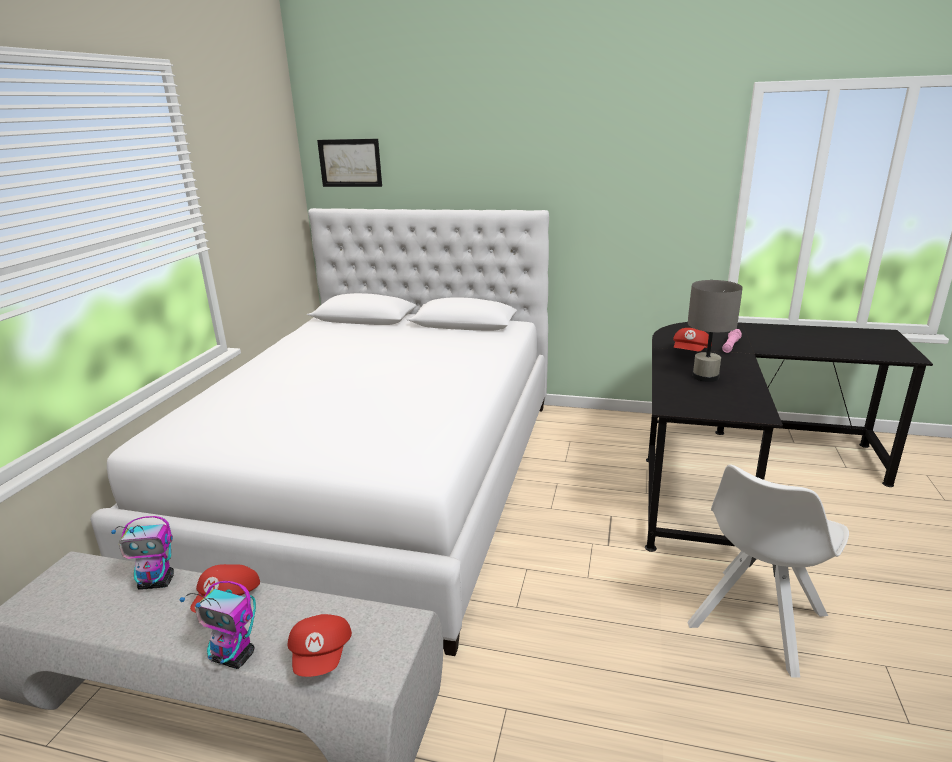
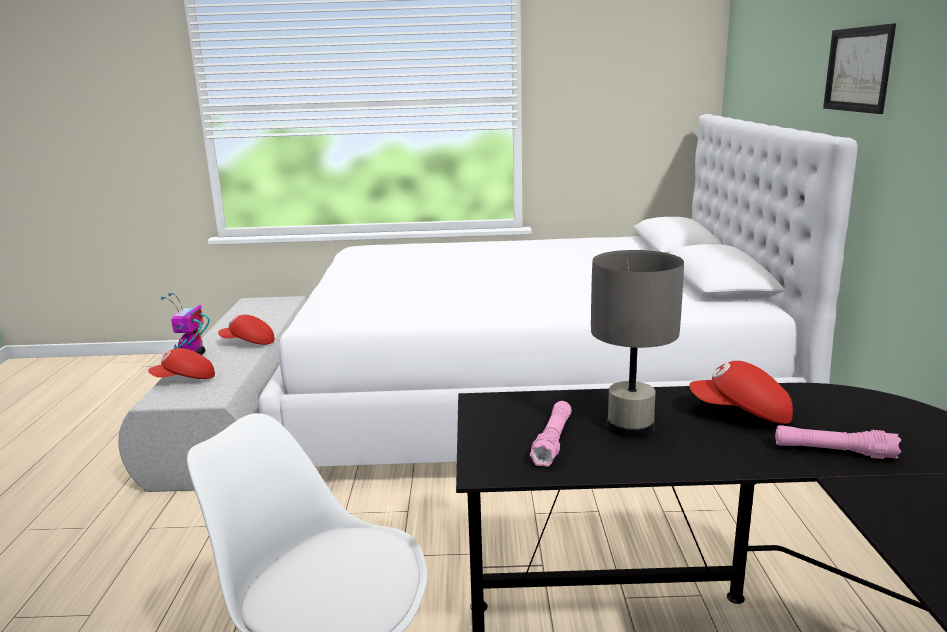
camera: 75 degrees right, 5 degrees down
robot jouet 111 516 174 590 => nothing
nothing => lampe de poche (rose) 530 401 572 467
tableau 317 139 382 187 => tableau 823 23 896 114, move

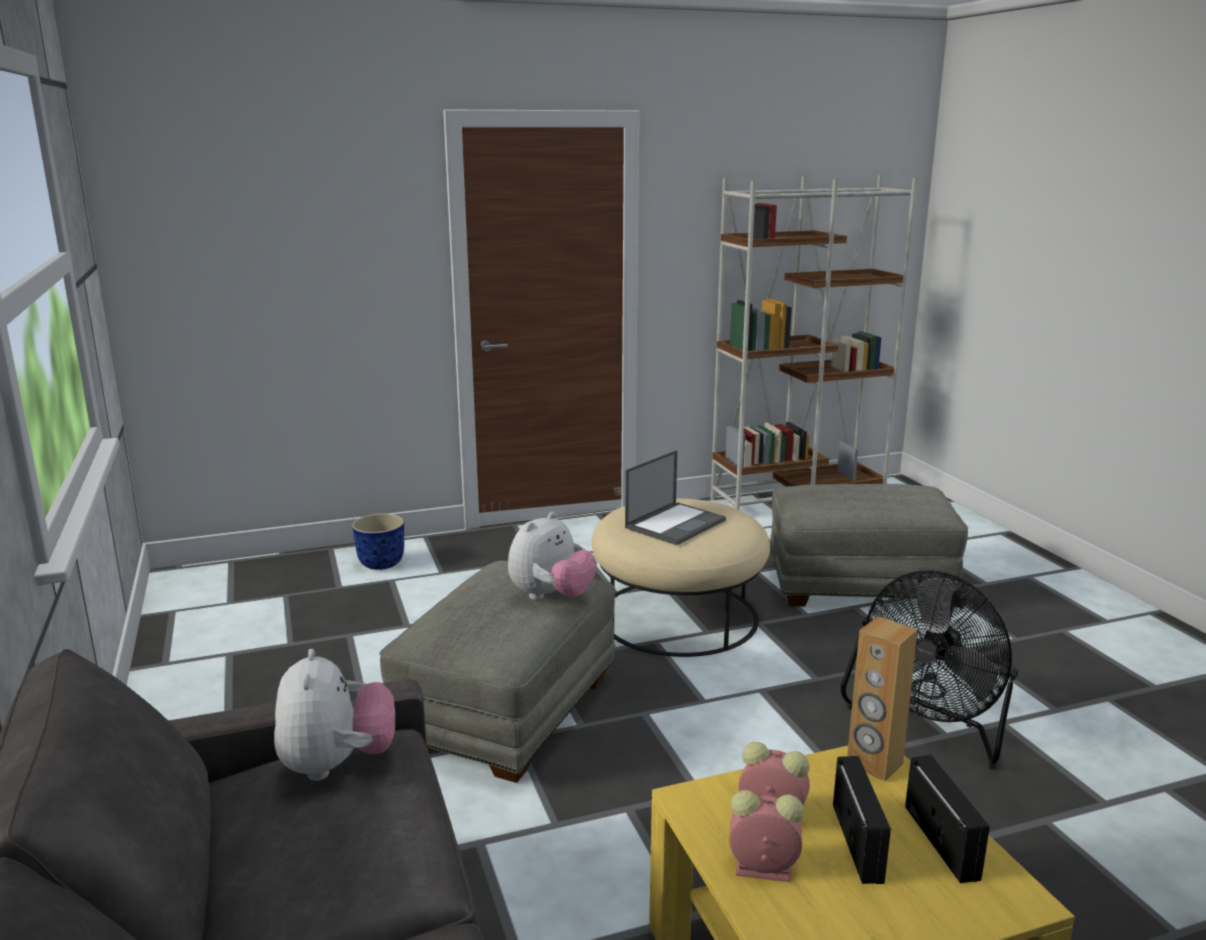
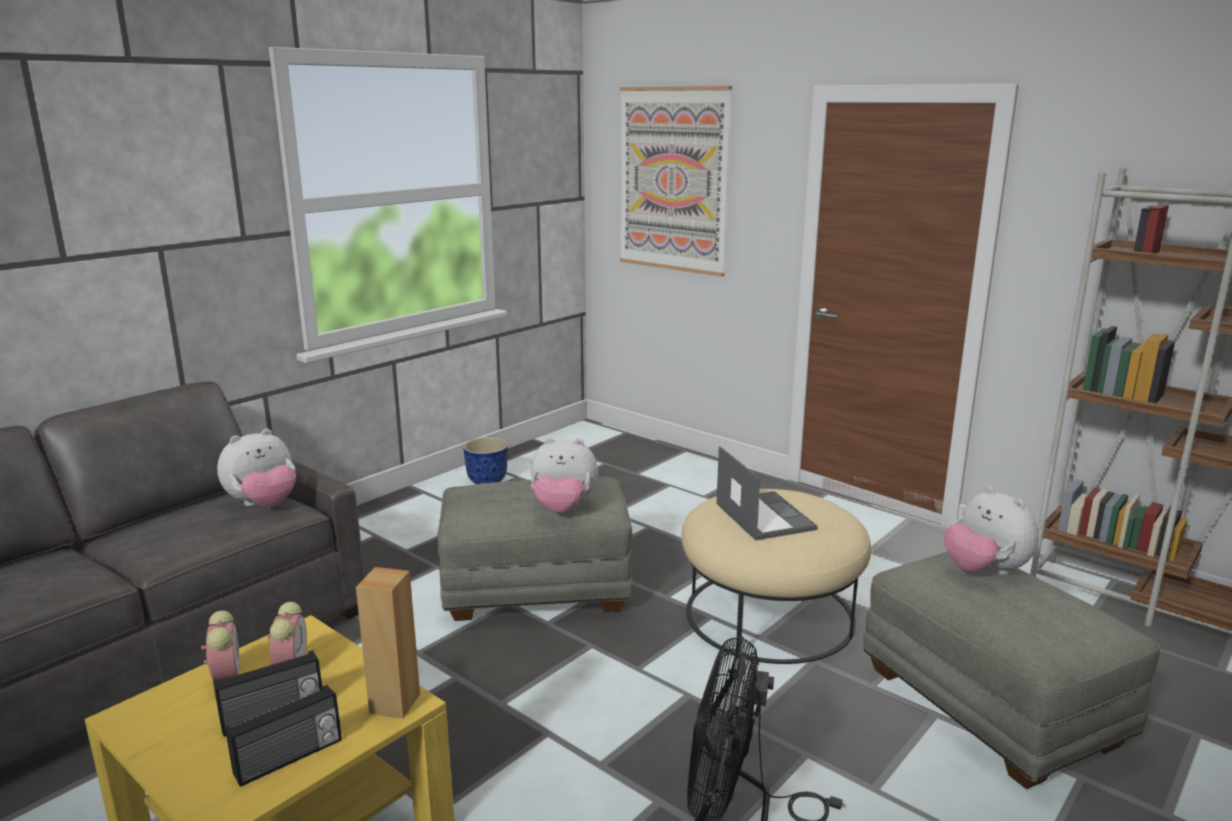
camera: 60 degrees right, 0 degrees up
nothing => tableau 620 86 732 277
nothing => peluche 944 487 1039 575
cache-pot 352 513 404 570 => cache-pot 463 437 508 484, move
ordinateur portable 625 450 726 545 => ordinateur portable 716 446 818 540, 120 degrees counterclockwise

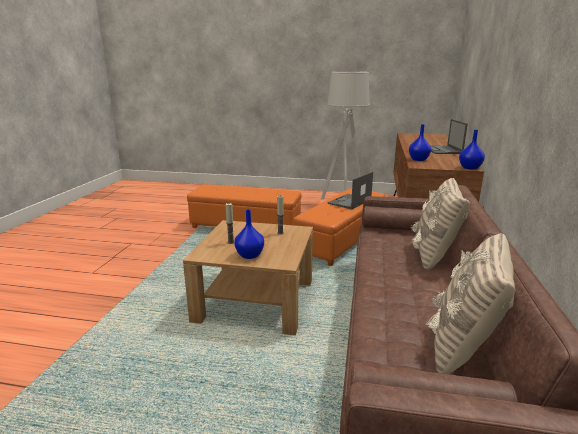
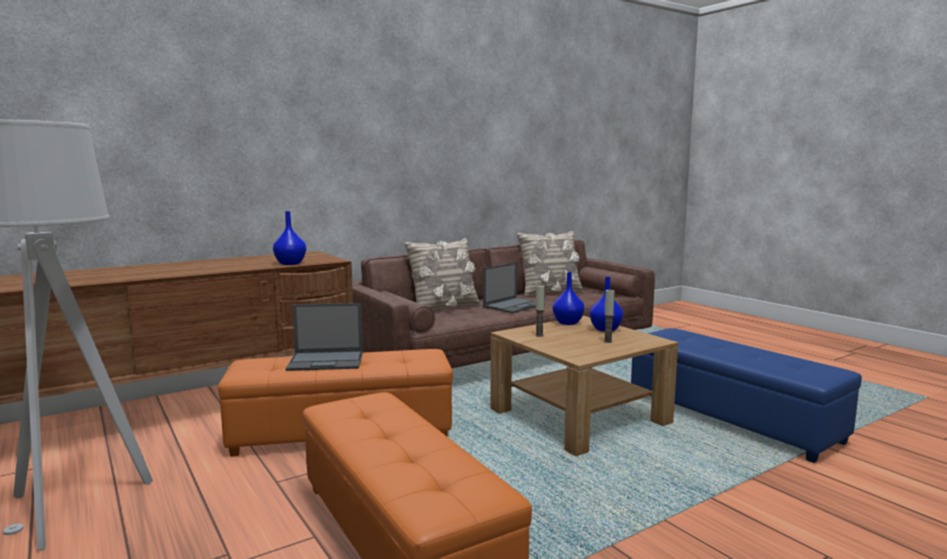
camera: 135 degrees left, 10 degrees down
nothing => pouf (bleu) 631 328 862 463
ordinateur portable 431 119 468 154 => ordinateur portable 483 262 545 313, move
vase (bleu) 459 130 485 170 => vase (bleu) 553 272 584 325, move

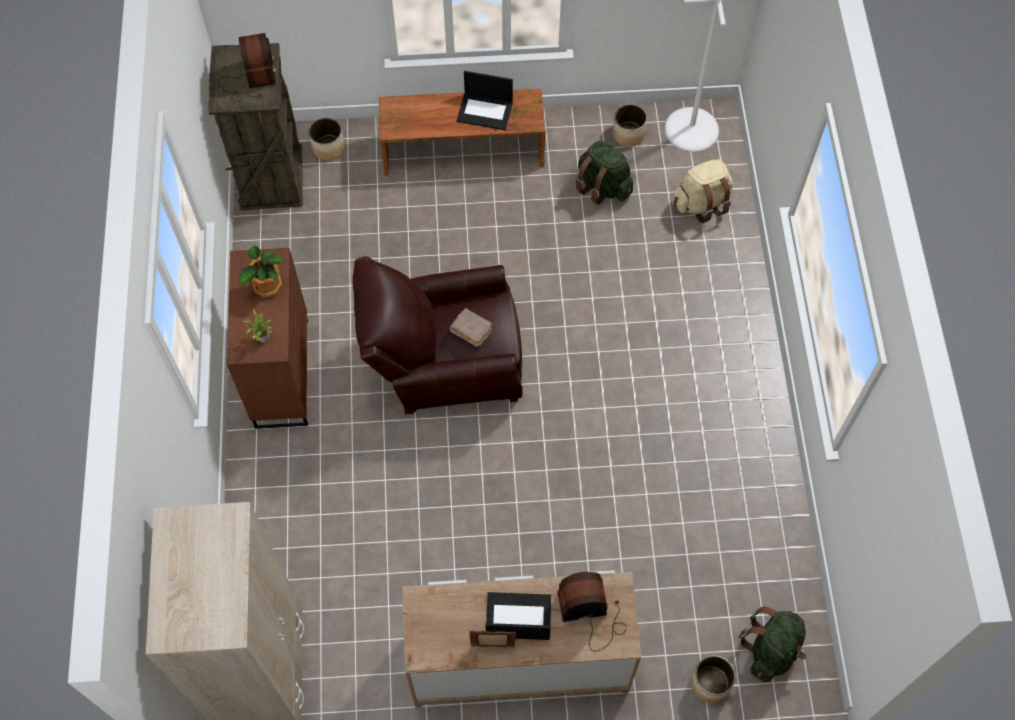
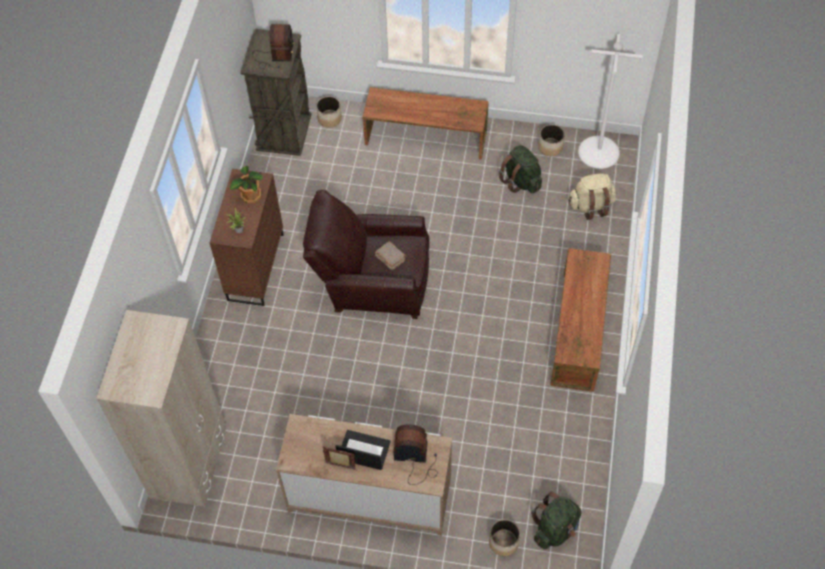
camera: 15 degrees right, 5 degrees down
ordinateur portable 457 71 513 130 => nothing
nothing => banc (marron) 550 248 611 392

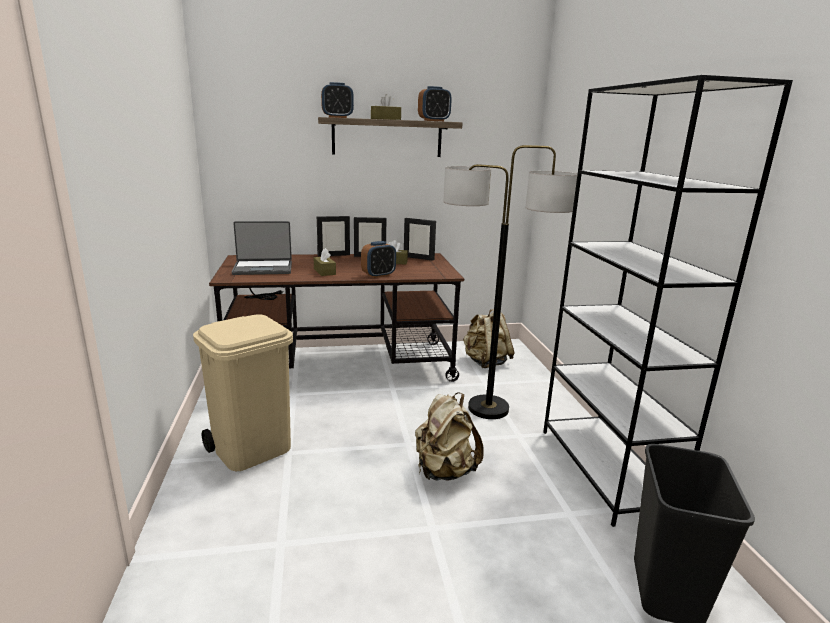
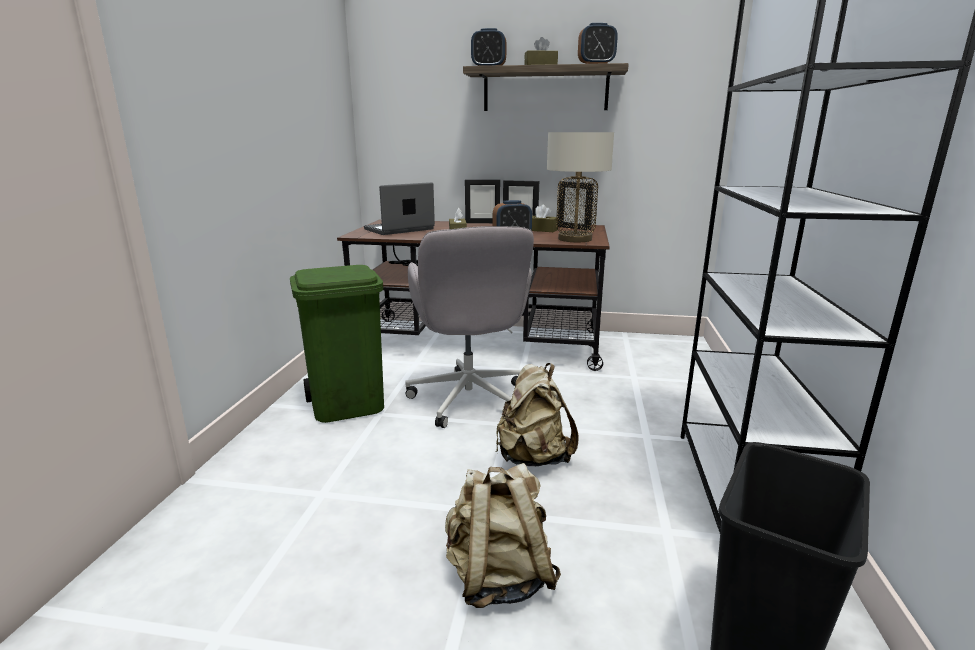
camera: 20 degrees right, 0 degrees up
lampadaire 443 145 577 419 => nothing
nothing => chaise de bureau (gris) 405 226 534 428
nothing => lampe de table 547 132 614 242
sac à dos (beige) 463 309 514 368 => sac à dos (beige) 445 463 561 608, move
poubelle (beige) 193 314 293 471 => poubelle (vert) 290 265 384 423
ordinateur portable 232 221 292 275 => ordinateur portable 364 182 435 235, 135 degrees clockwise

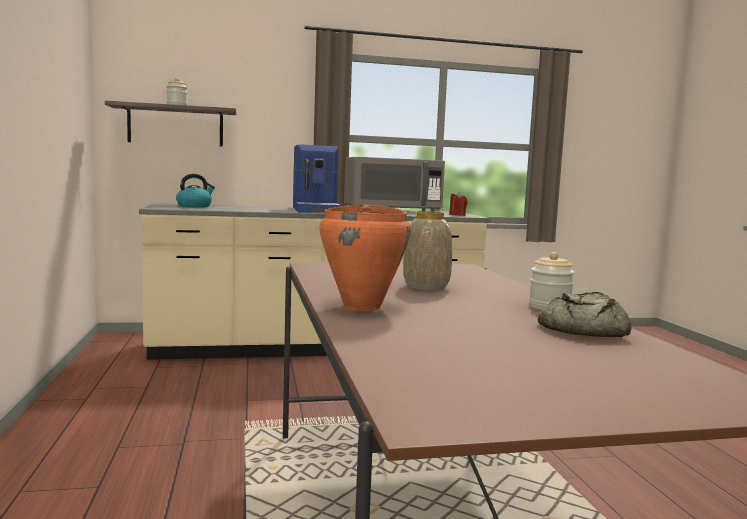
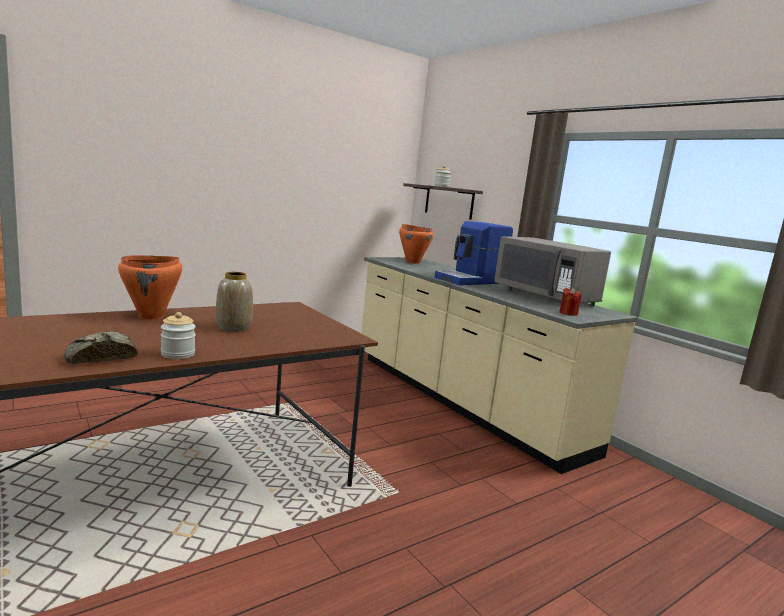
camera: 65 degrees right, 5 degrees up
bouilloire 176 174 215 208 => marmite (orange) 399 224 434 264

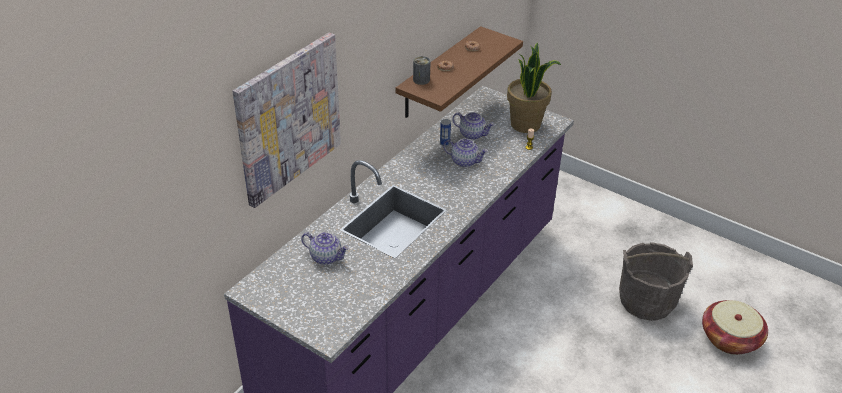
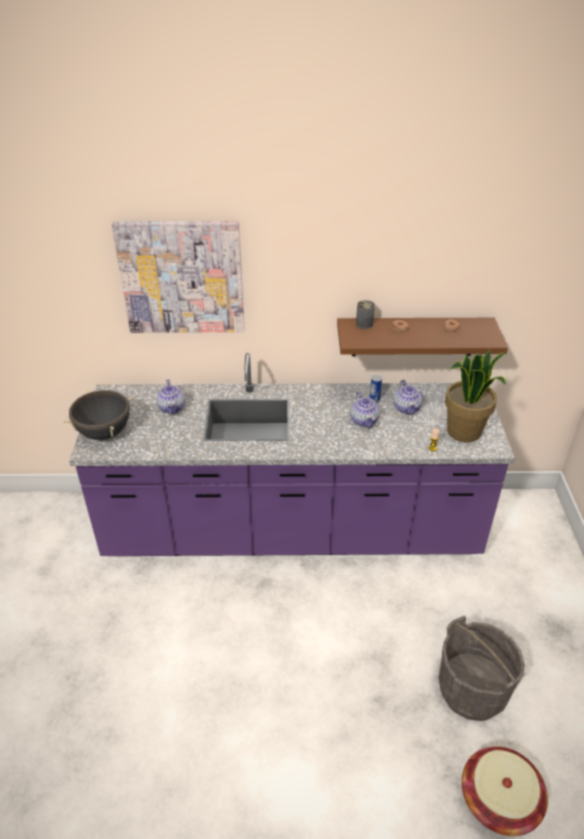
camera: 55 degrees right, 0 degrees up
nothing => marmite (noir) 63 390 134 440

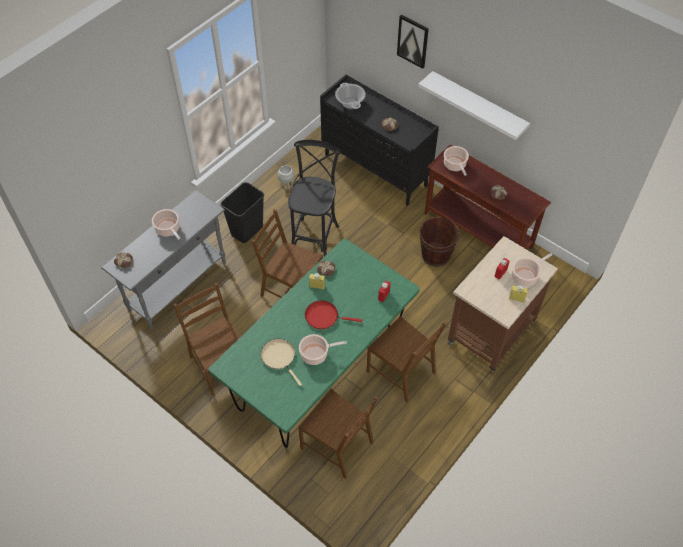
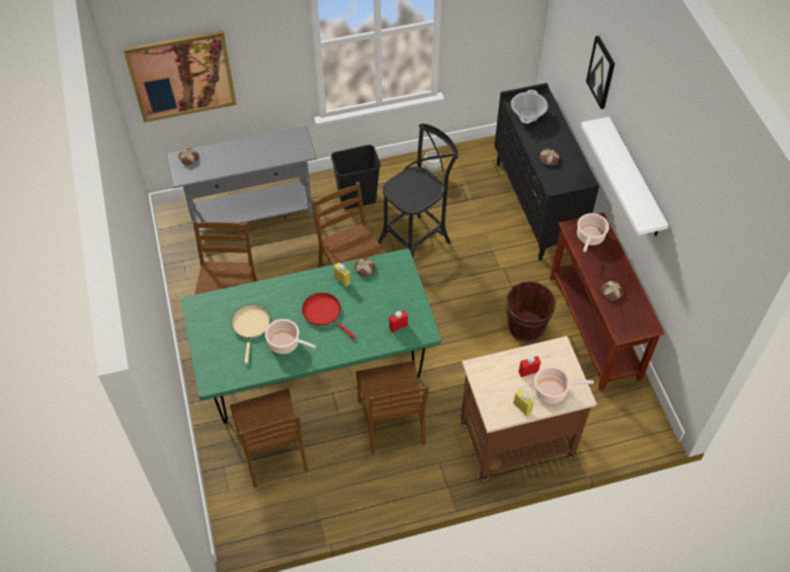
camera: 35 degrees right, 0 degrees up
marmite 152 209 181 240 => nothing
nothing => tableau 123 30 237 122

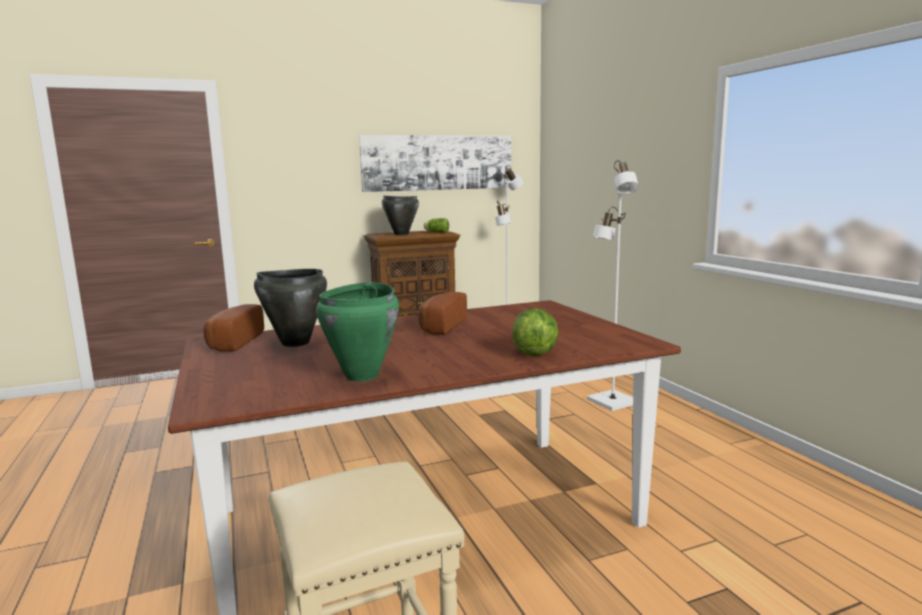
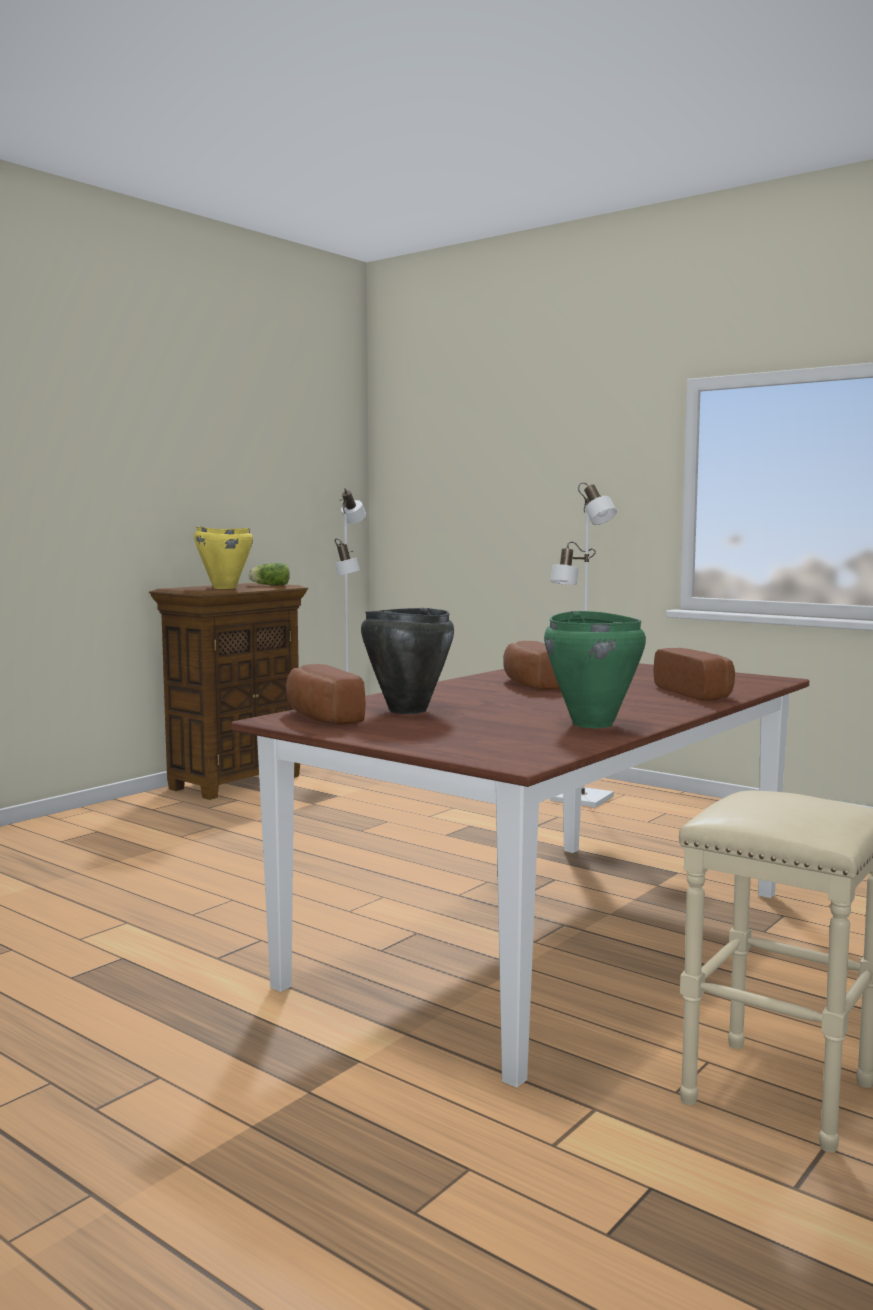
camera: 30 degrees left, 5 degrees down
tableau 359 135 511 192 => nothing
laitue 512 308 558 356 => pain 653 648 735 701
marmite (noir) 382 195 419 235 => marmite (jaune) 194 526 253 589

